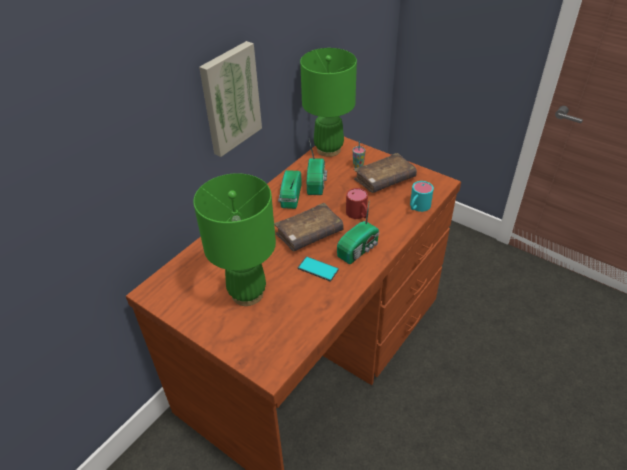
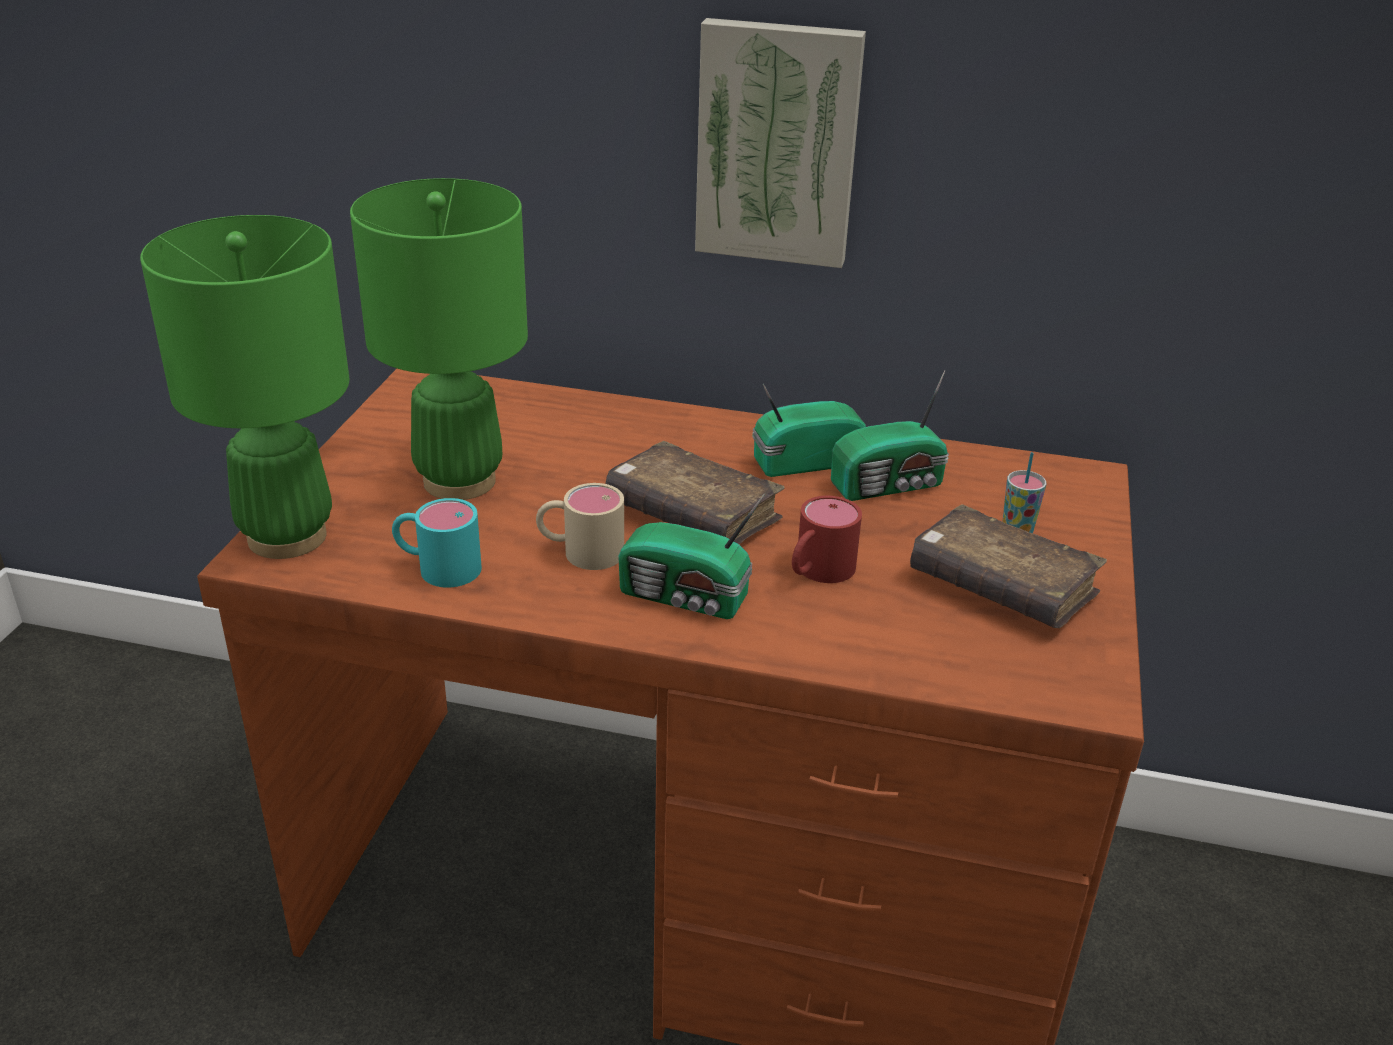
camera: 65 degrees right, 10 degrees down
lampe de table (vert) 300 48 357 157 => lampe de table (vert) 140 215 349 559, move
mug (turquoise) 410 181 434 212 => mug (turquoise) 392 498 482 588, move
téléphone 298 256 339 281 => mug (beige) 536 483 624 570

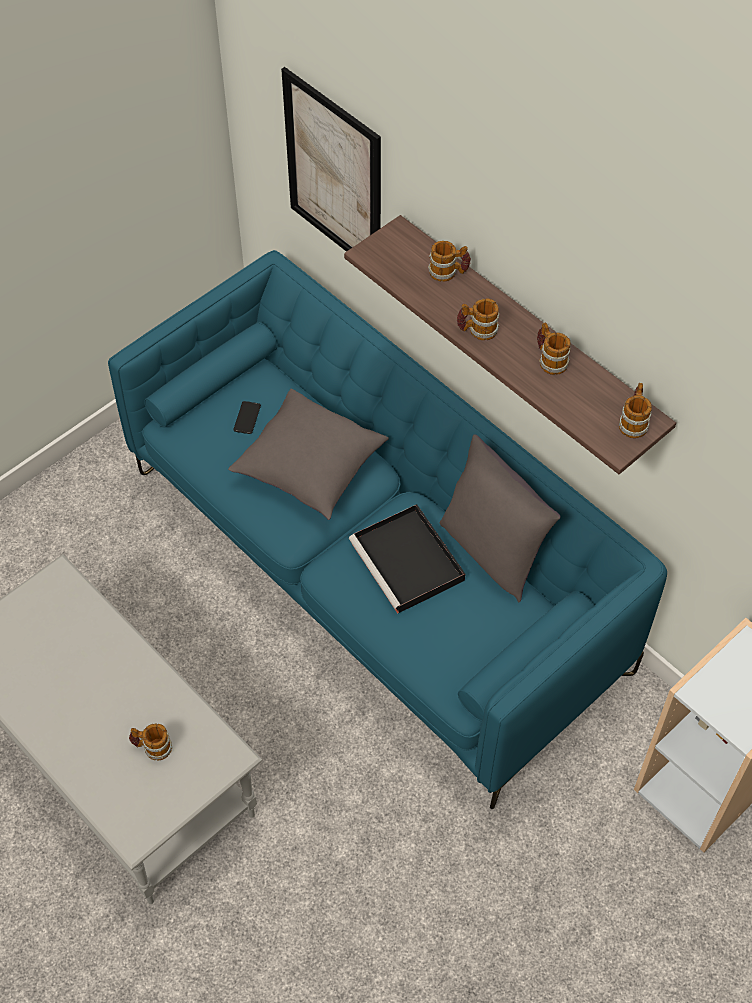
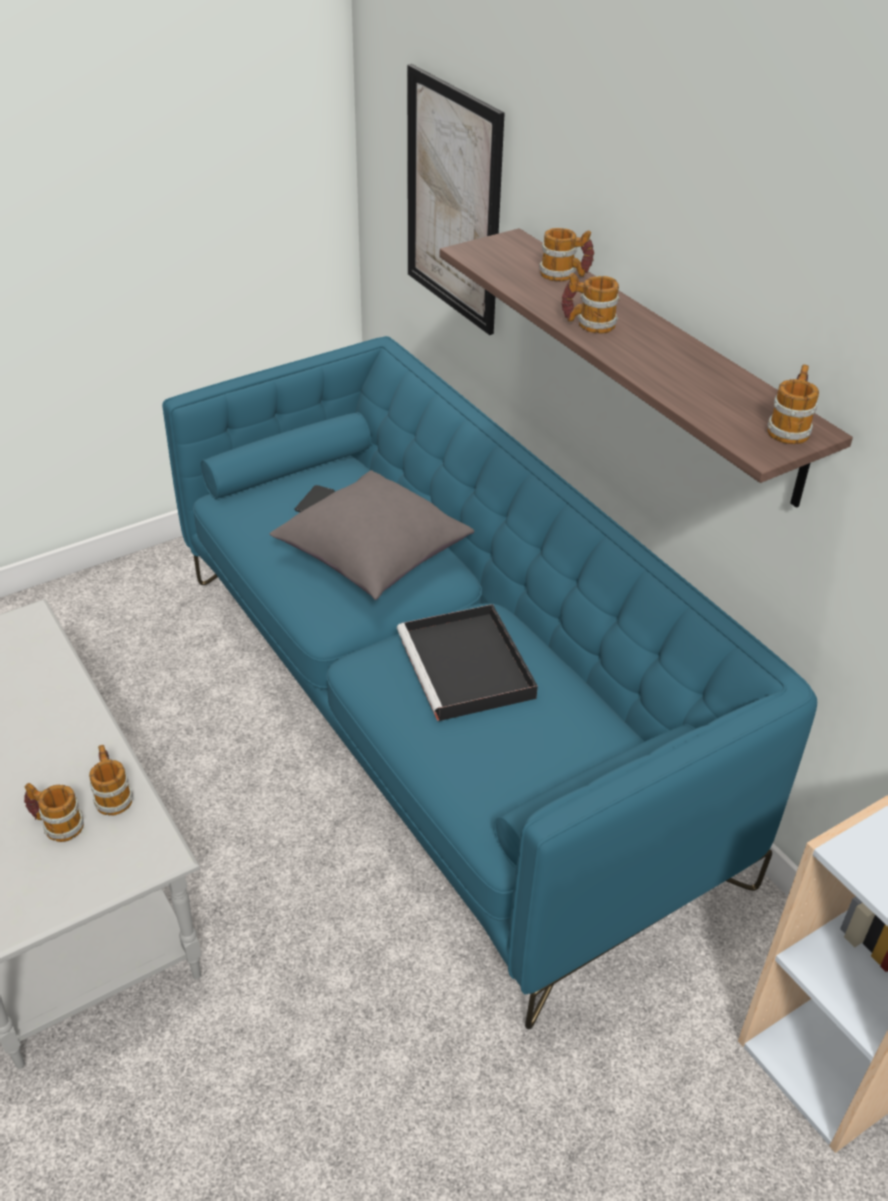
camera: 10 degrees right, 15 degrees down
coussin (gris) 440 434 561 602 => nothing
mug 537 323 571 375 => mug 89 745 133 816, move

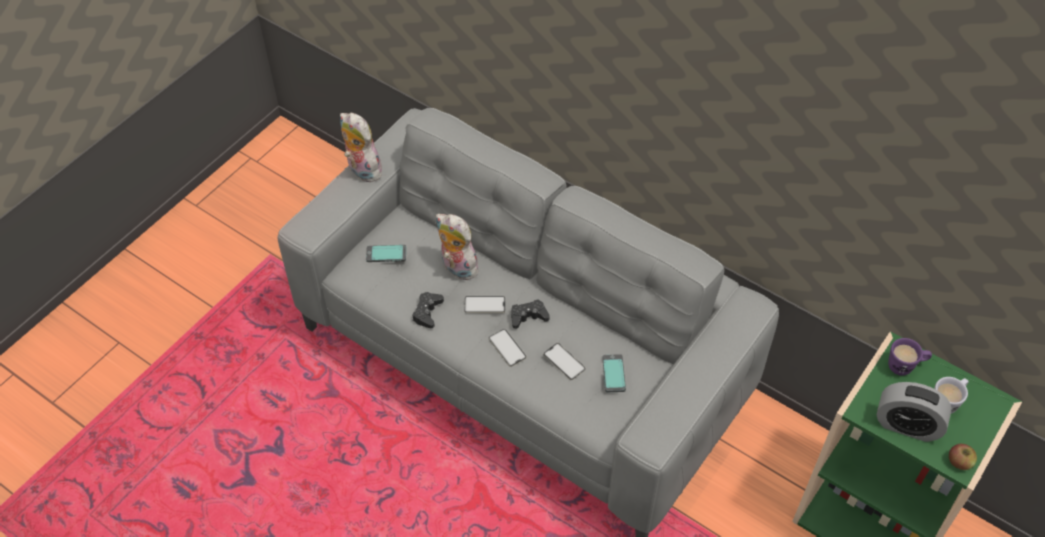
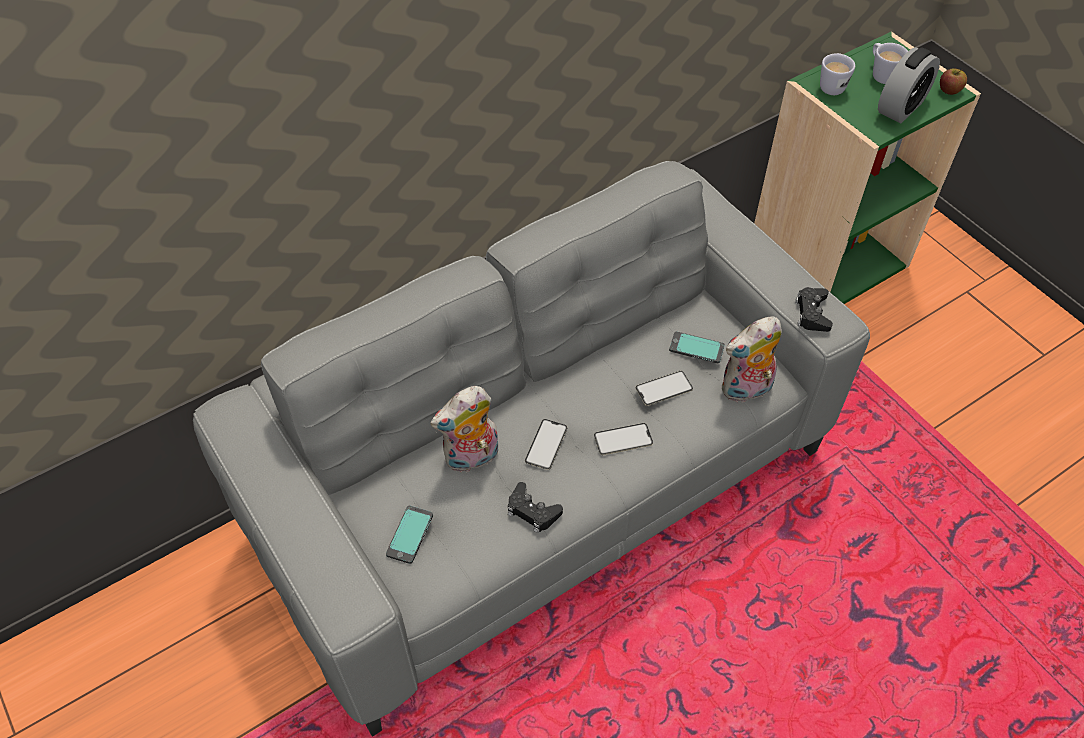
camera: 70 degrees left, 0 degrees up
peluche 340 113 382 182 => peluche 722 316 782 403, move
manette (noir) 511 299 550 329 => manette (noir) 795 287 833 332, move
mug (violet) 888 338 932 376 => mug (blanc) 820 53 855 95

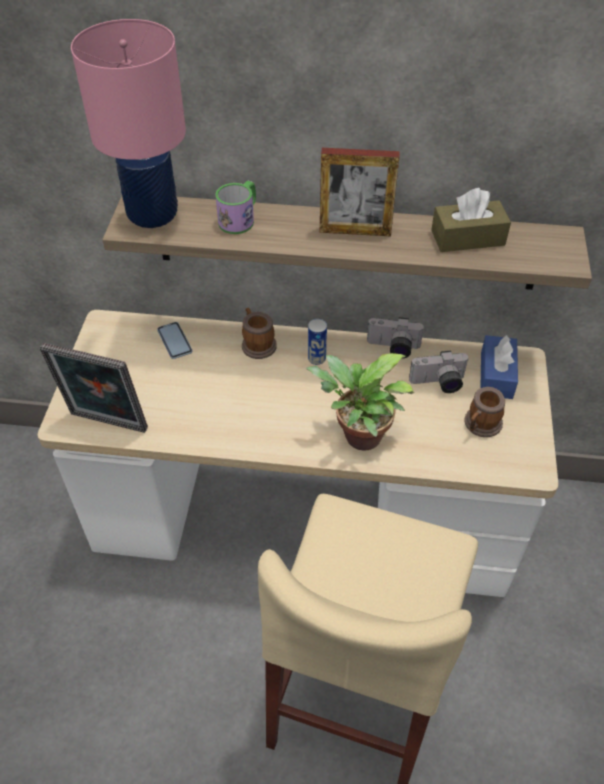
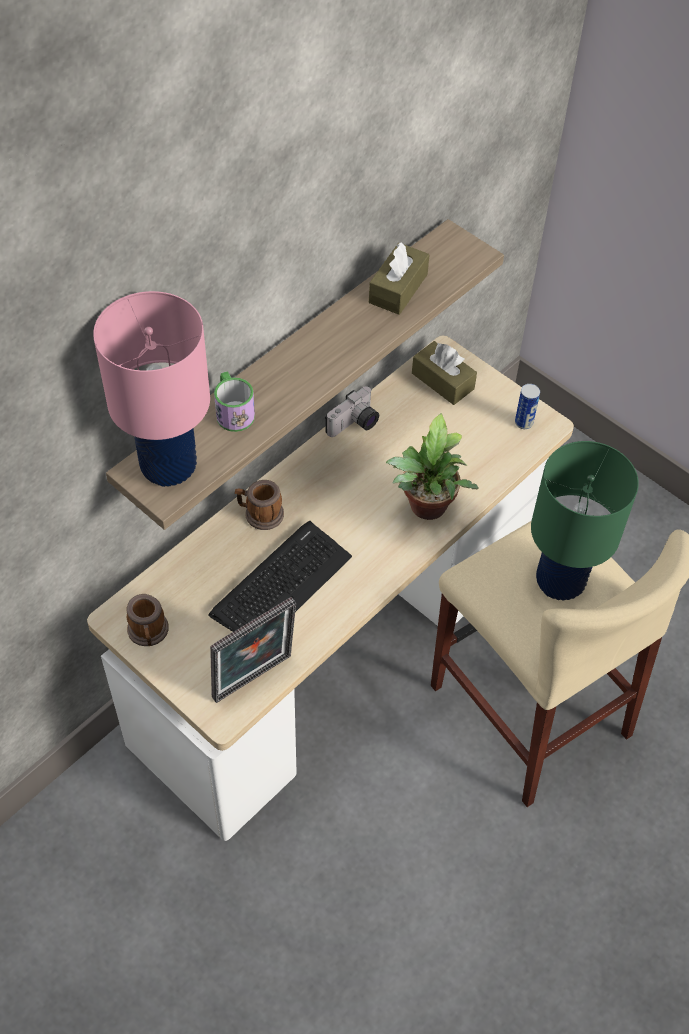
camera: 55 degrees left, 5 degrees up
téléphone 157 322 193 359 => nothing
cadre photo 320 148 399 236 => nothing
appareil photo 409 351 470 393 => nothing
nothing => clavier 208 520 352 632
nothing => lampe de table (vert) 531 441 639 601
boîte métallique 308 319 327 365 => boîte métallique 515 384 540 429, move
mug 464 387 505 437 => mug 127 594 169 646, move
boîte à mouchoirs (bleu) 480 335 518 399 => boîte à mouchoirs (marron) 412 341 477 405

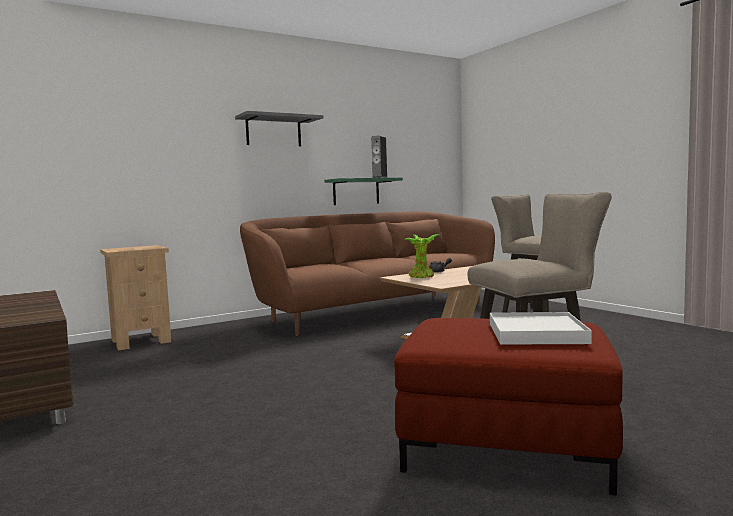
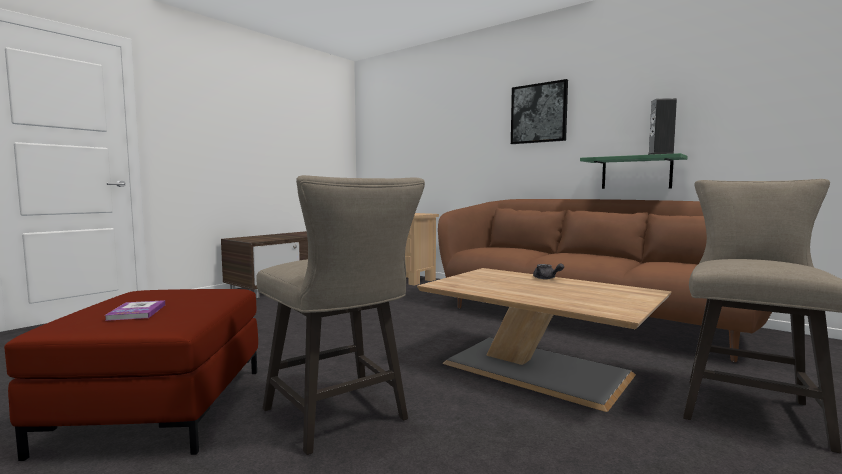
camera: 70 degrees right, 0 degrees up
plante en pot 404 234 439 278 => nothing
étagère (gris) 235 111 324 146 => tableau 511 79 568 144
plateau (blanc) 490 312 592 345 => livre 105 300 165 321

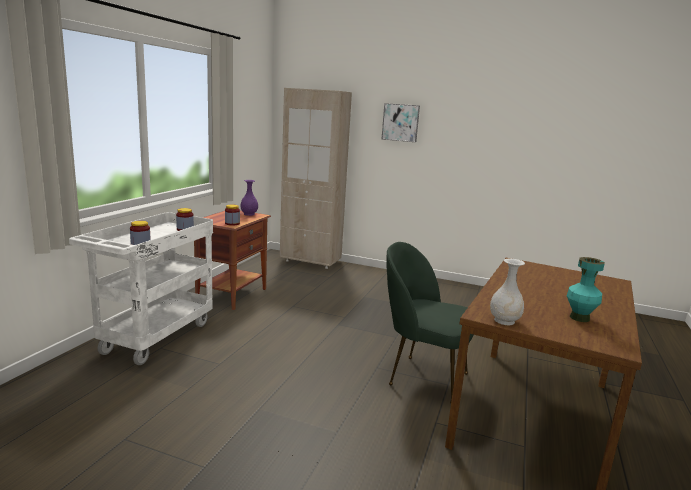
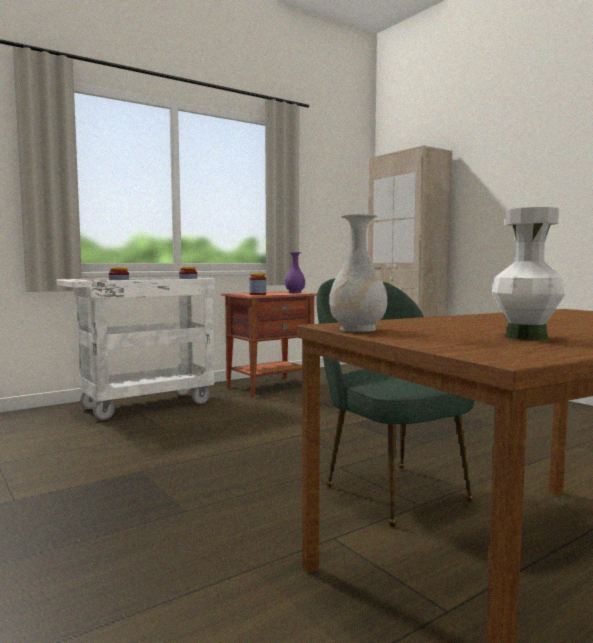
camera: 35 degrees right, 10 degrees down
tableau 382 103 420 142 => nothing
vase (turquoise) 567 257 605 322 => vase (blanc) 492 207 567 340

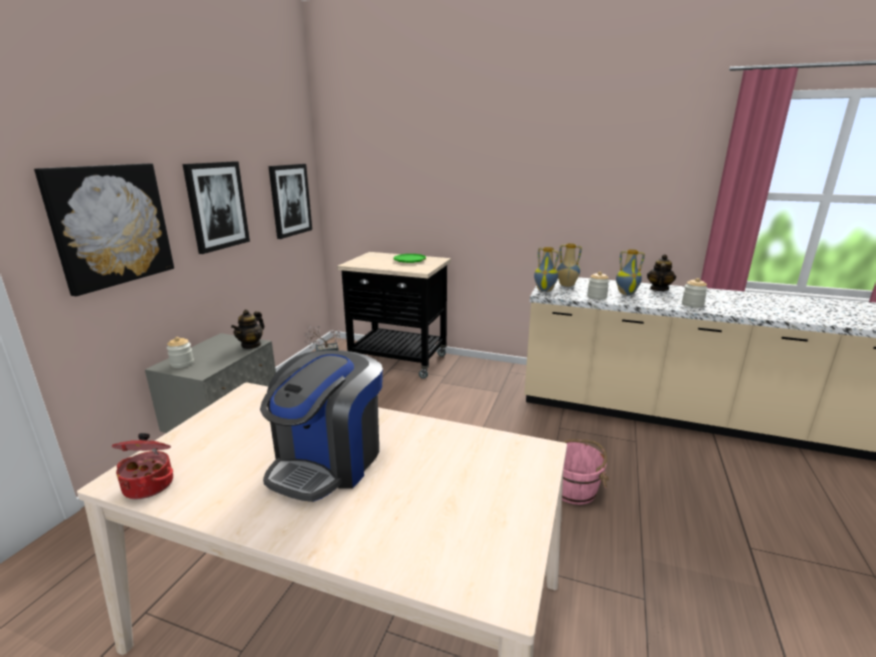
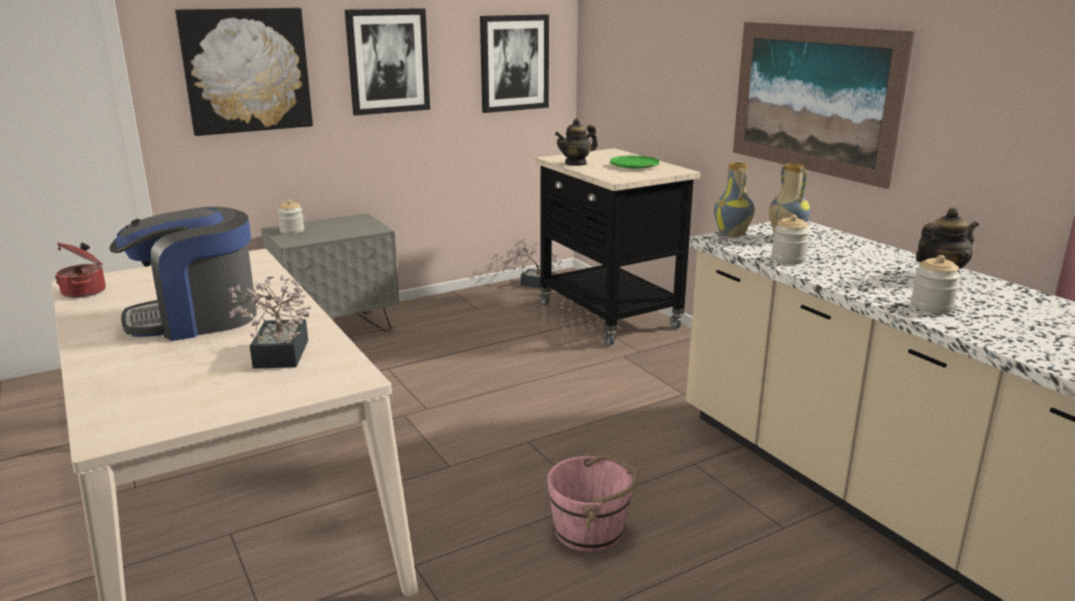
camera: 40 degrees right, 0 degrees up
vase 616 249 645 295 => nothing
nothing => plante en pot 229 275 312 369
nothing => tableau 733 22 915 189
théière 231 309 264 349 => théière 555 118 598 166, move

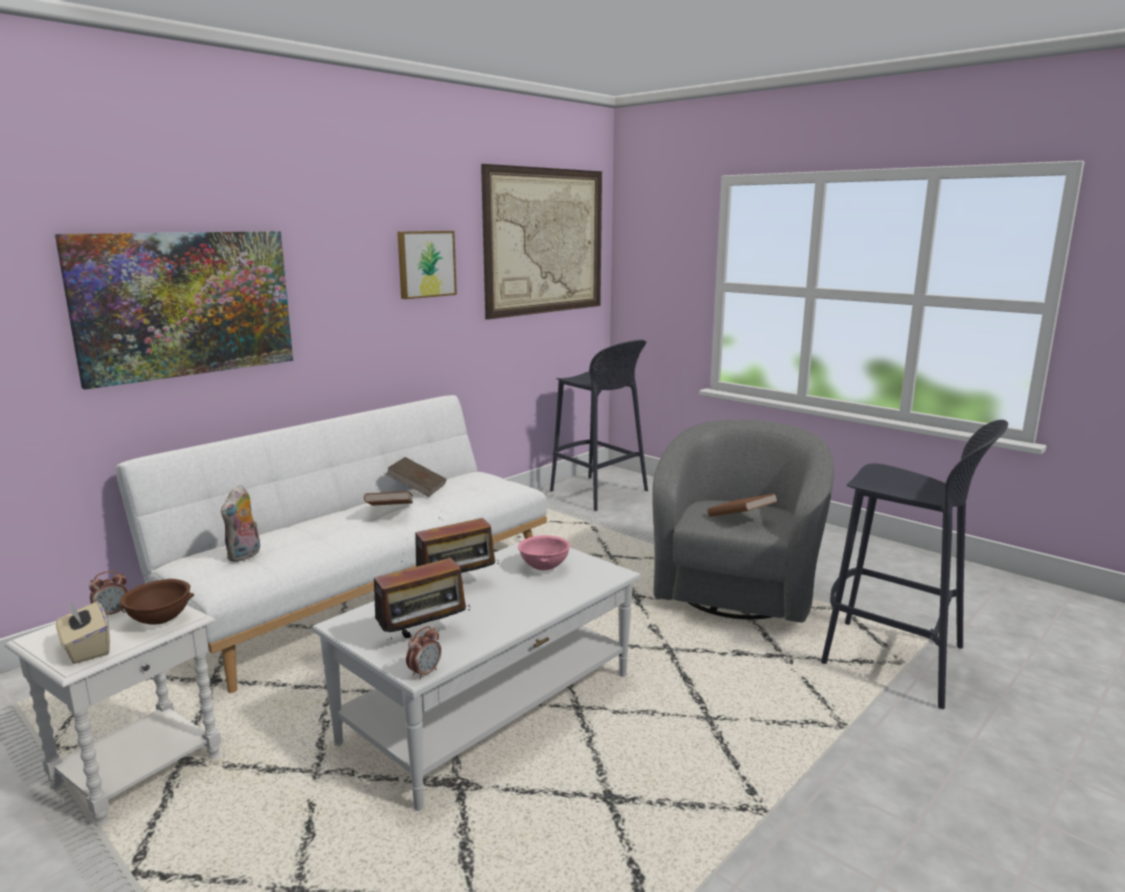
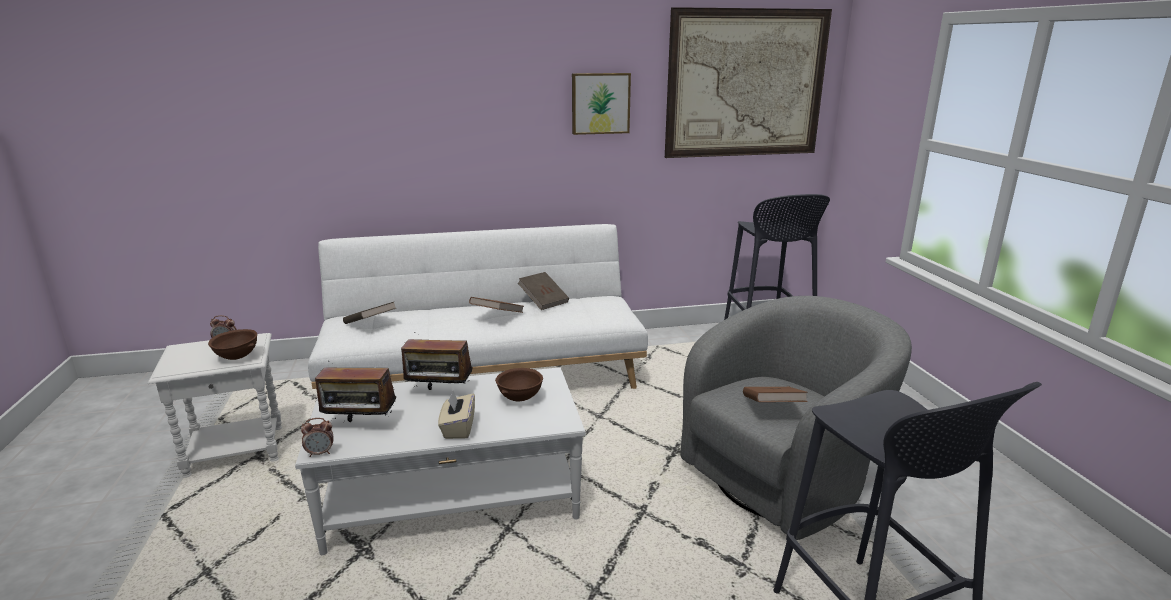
camera: 35 degrees right, 5 degrees up
tableau 55 231 293 390 => nothing
boîte à mouchoirs (beige) 56 601 110 664 => boîte à mouchoirs (beige) 438 391 475 439, move
peluche 221 485 260 562 => livre (marron) 343 302 396 324
bol (rose) 518 535 570 570 => bol (marron) 495 368 543 401

